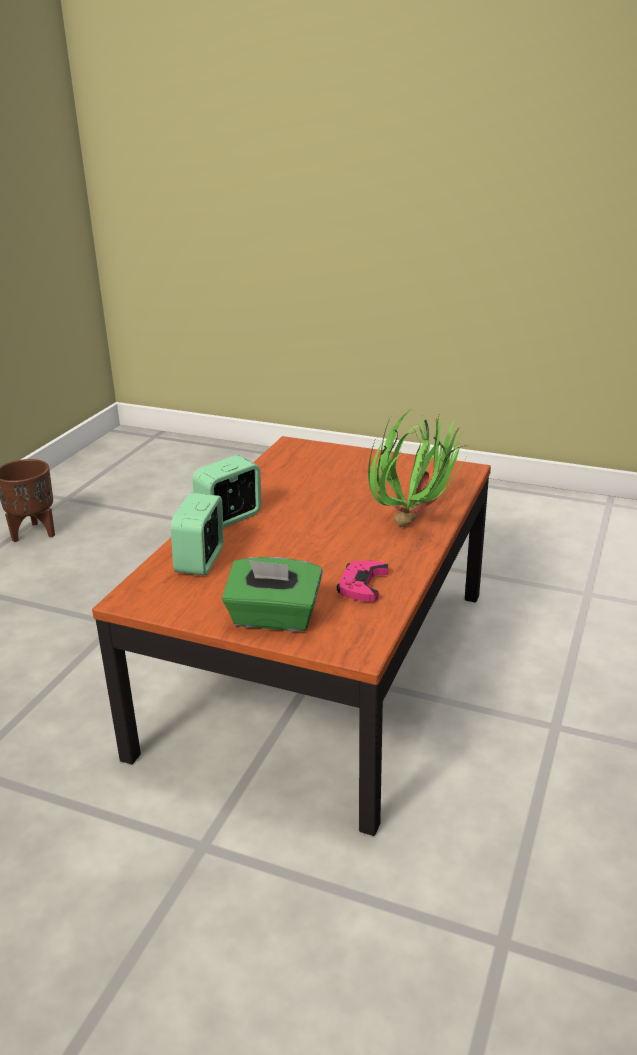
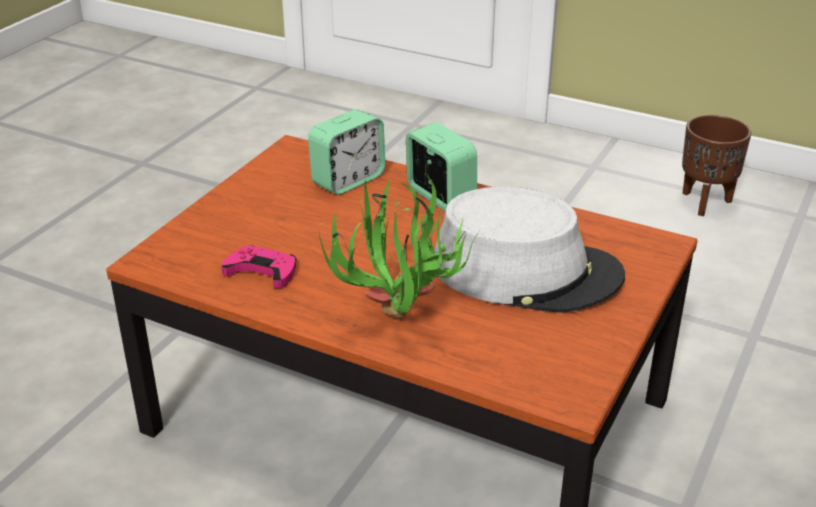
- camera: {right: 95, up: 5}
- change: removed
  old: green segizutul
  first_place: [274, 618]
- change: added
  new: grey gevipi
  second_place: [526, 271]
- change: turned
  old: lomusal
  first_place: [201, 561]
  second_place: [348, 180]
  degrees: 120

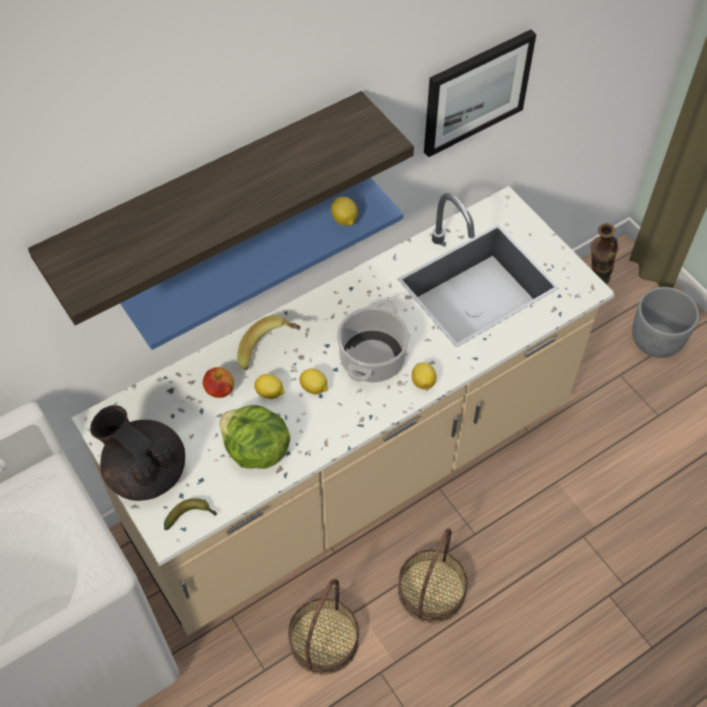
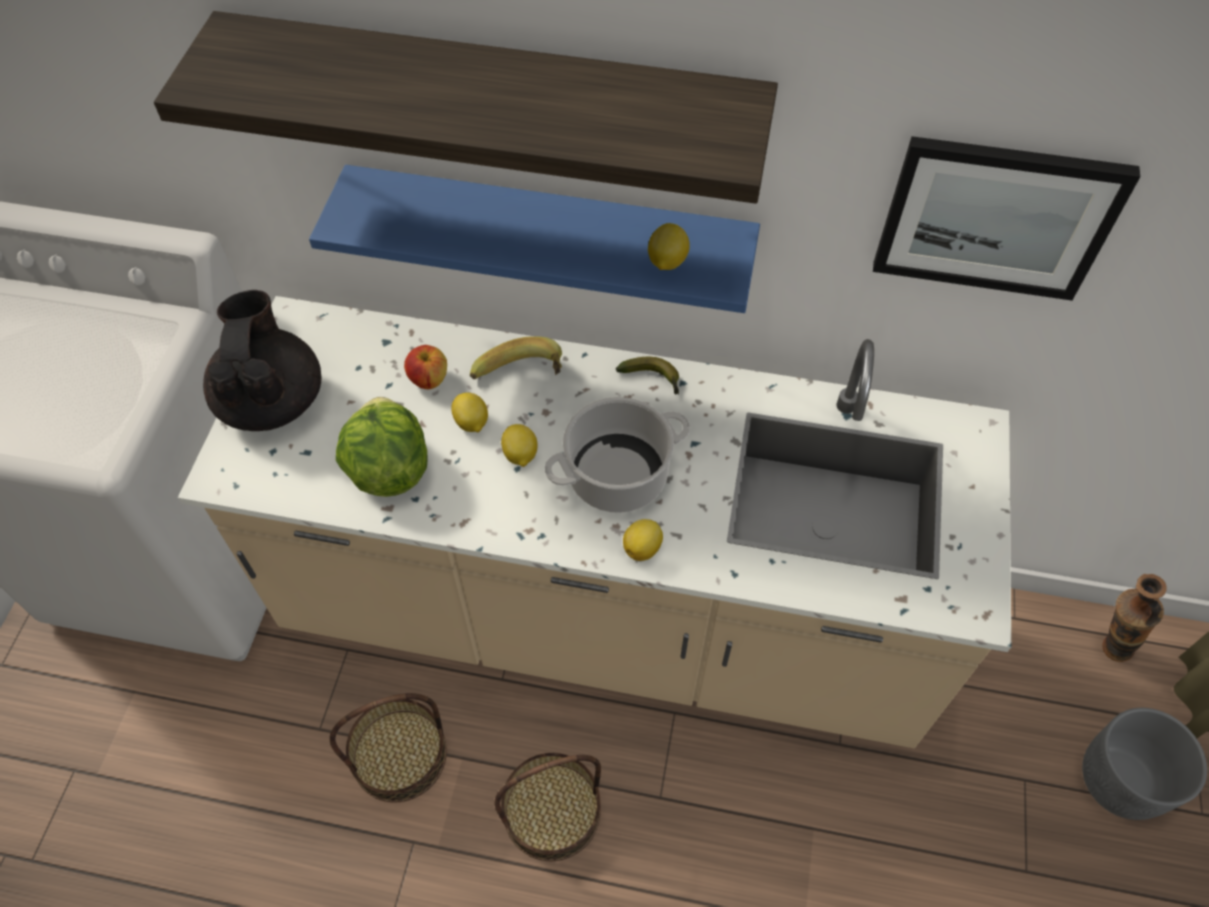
- camera: {right: 45, up: 0}
- change: moved
  old: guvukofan
  first_place: [191, 516]
  second_place: [653, 379]

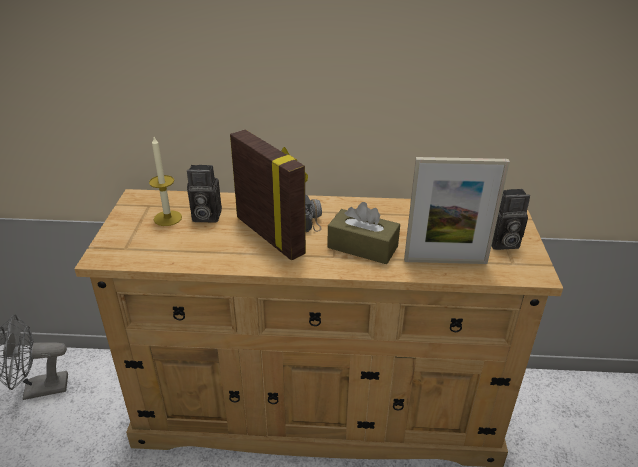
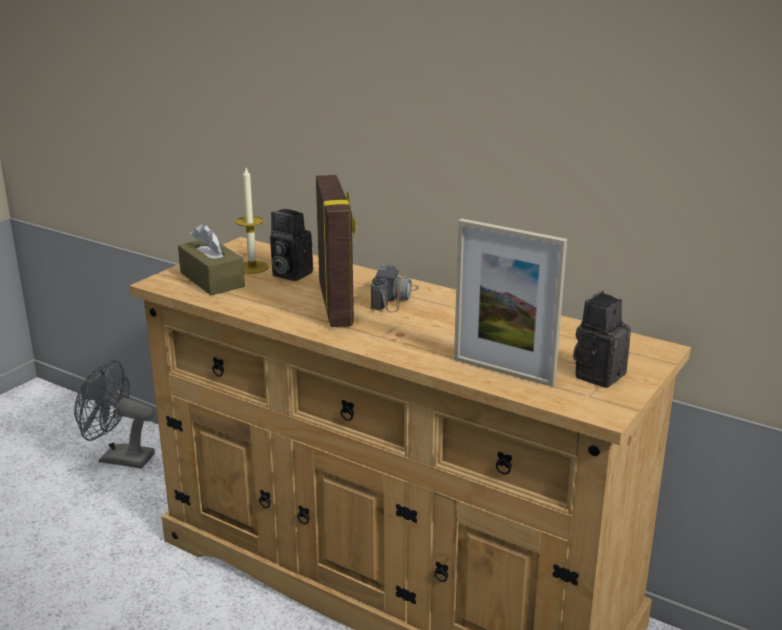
- camera: {right: 30, up: -10}
- change: moved
  old: brown segizutul
  first_place: [362, 247]
  second_place: [212, 280]
- change: turned
  old: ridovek
  first_place: [501, 243]
  second_place: [598, 374]
  degrees: 105

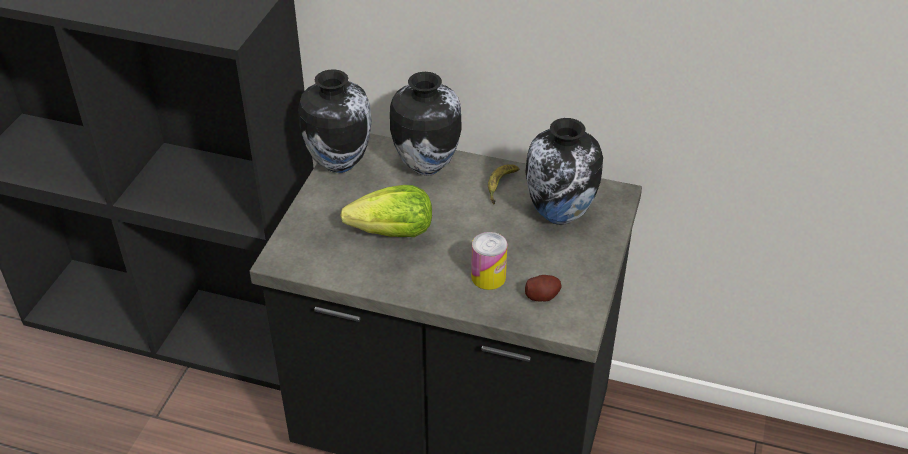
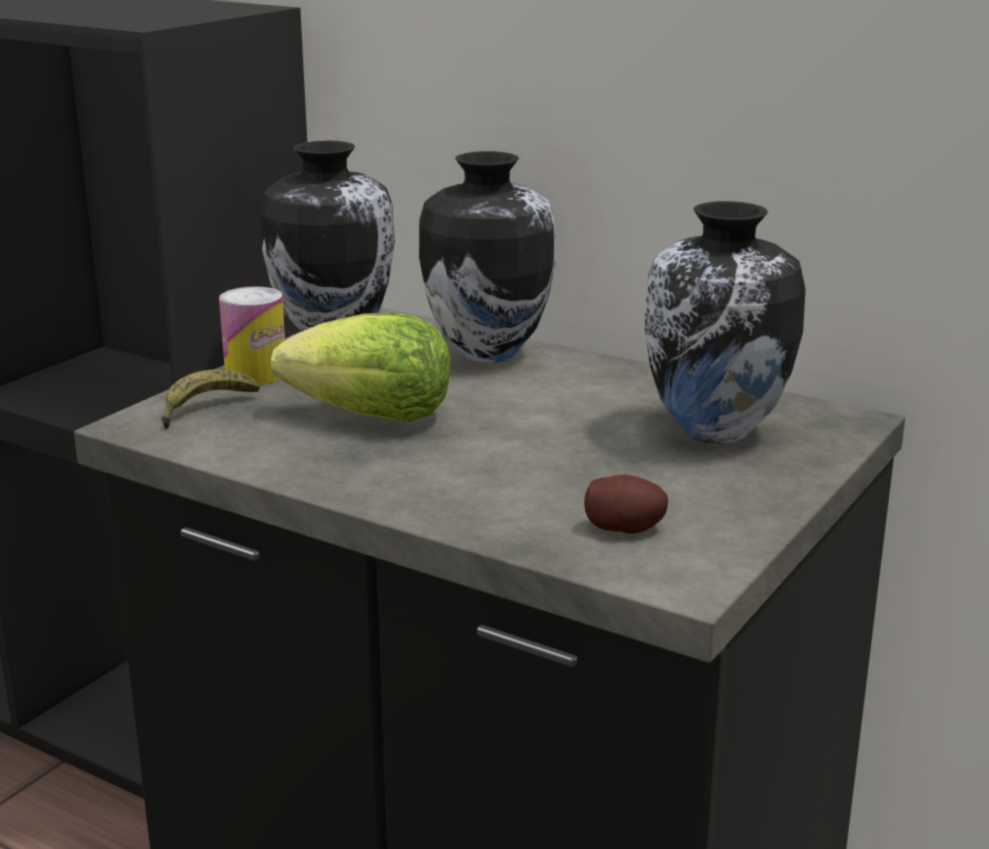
- camera: {right: 15, up: -20}
- change: moved
  old: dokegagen
  first_place: [488, 277]
  second_place: [256, 374]
- change: moved
  old: guvukofan
  first_place: [500, 186]
  second_place: [205, 409]

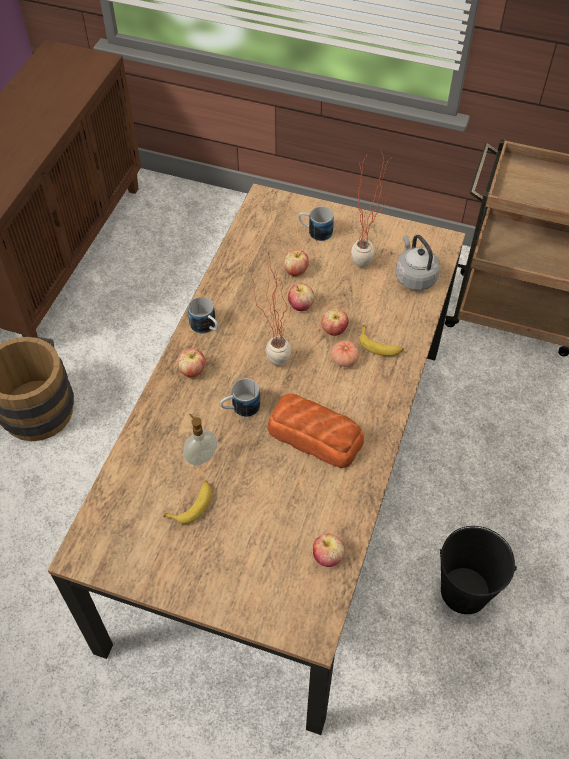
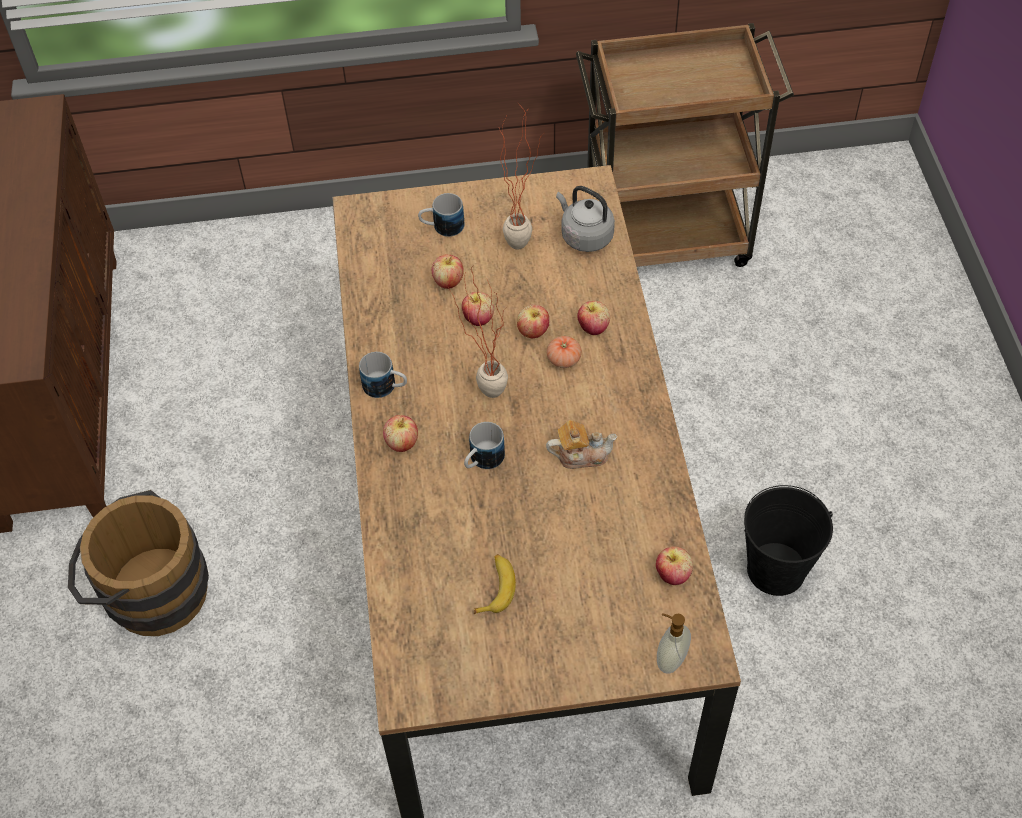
- camera: {right: -25, up: 0}
- change: moved
  old: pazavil
  first_place: [201, 457]
  second_place: [670, 659]
- change: replaced
  old: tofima
  new: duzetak
  first_place: [314, 435]
  second_place: [581, 455]
- change: replaced
  old: guvukofan
  new: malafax
  first_place: [380, 346]
  second_place: [593, 328]

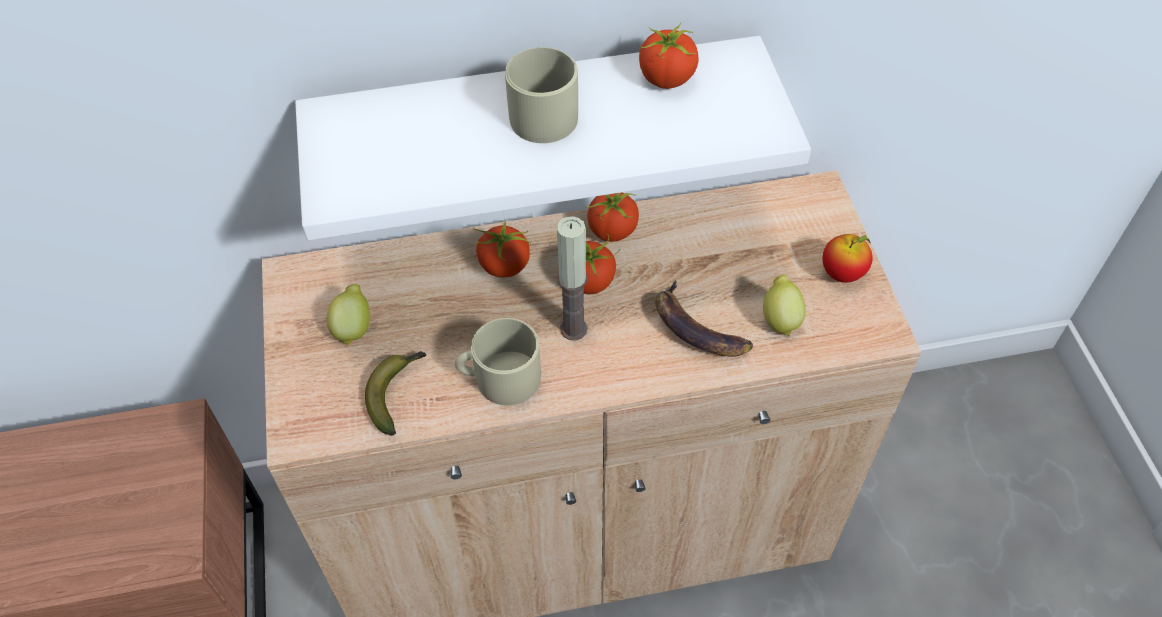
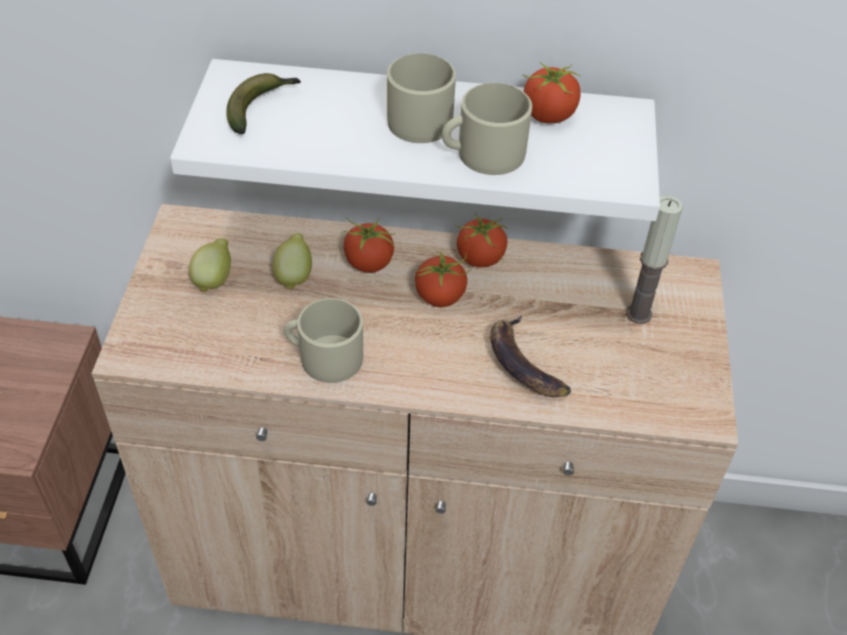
- camera: {right: 15, up: -5}
- change: removed
  old: malafax
  first_place: [842, 273]
- change: added
  new: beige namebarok
  second_place: [482, 154]
- change: moved
  old: guvukofan
  first_place: [397, 392]
  second_place: [261, 108]
- change: moved
  old: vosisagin
  first_place: [574, 329]
  second_place: [639, 314]
- change: moved
  old: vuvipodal
  first_place: [780, 319]
  second_place: [294, 276]

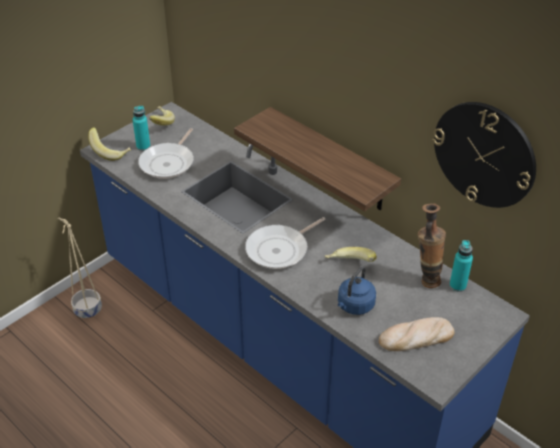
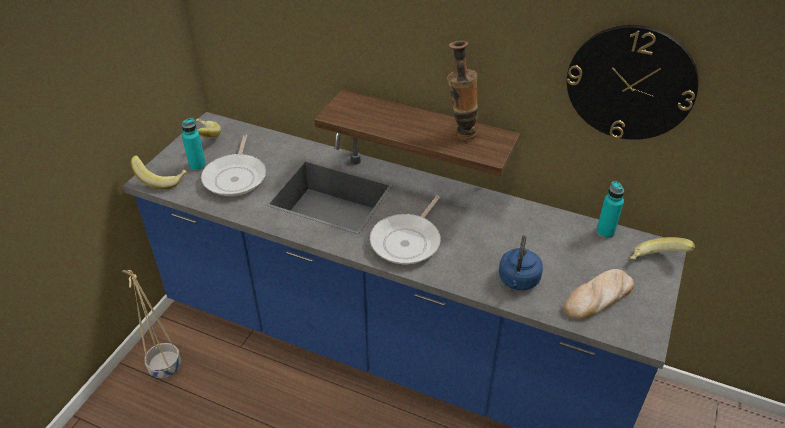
- camera: {right: -20, up: 0}
- change: moved
  old: guvukofan
  first_place: [349, 266]
  second_place: [656, 262]
- change: moved
  old: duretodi
  first_place: [426, 279]
  second_place: [460, 133]

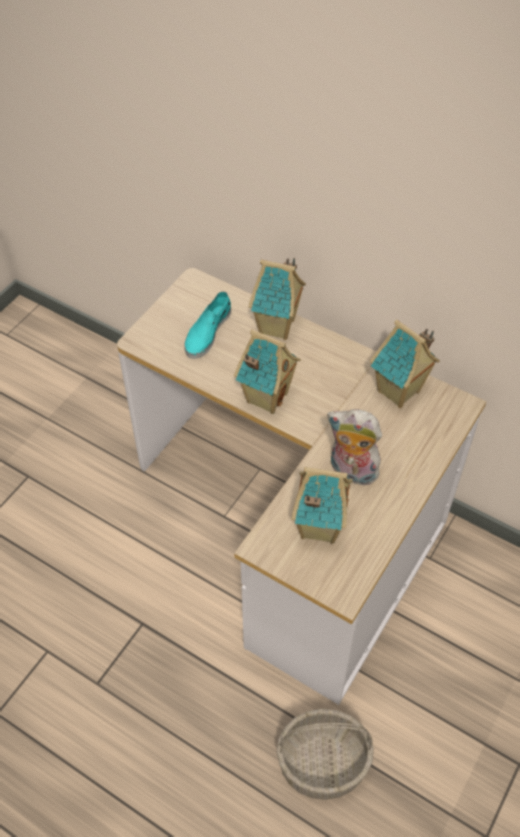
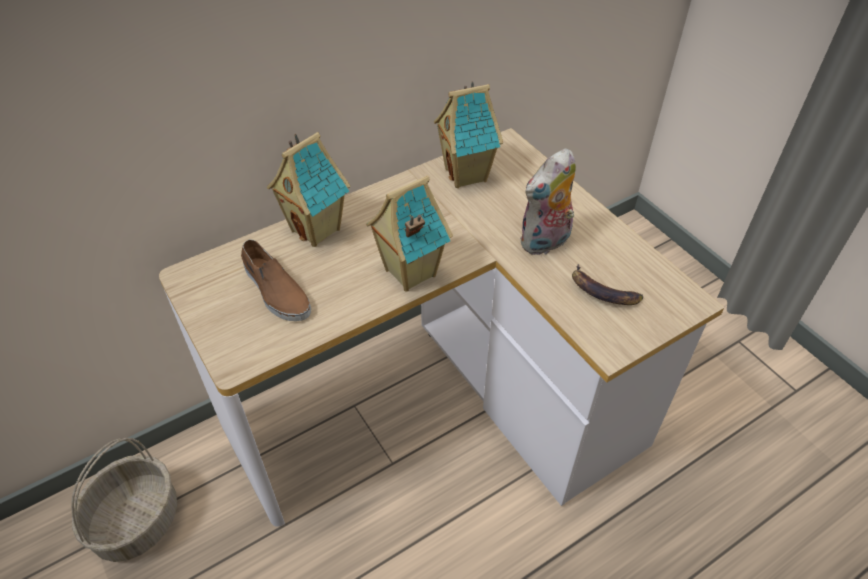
- camera: {right: -65, up: -5}
- change: moved
  old: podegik
  first_place: [323, 762]
  second_place: [137, 520]
- change: replaced
  old: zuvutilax
  new: guvukofan
  first_place: [318, 526]
  second_place: [602, 292]
- change: recoloured
  old: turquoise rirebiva
  new: brown rirebiva
  first_place: [207, 332]
  second_place: [276, 290]

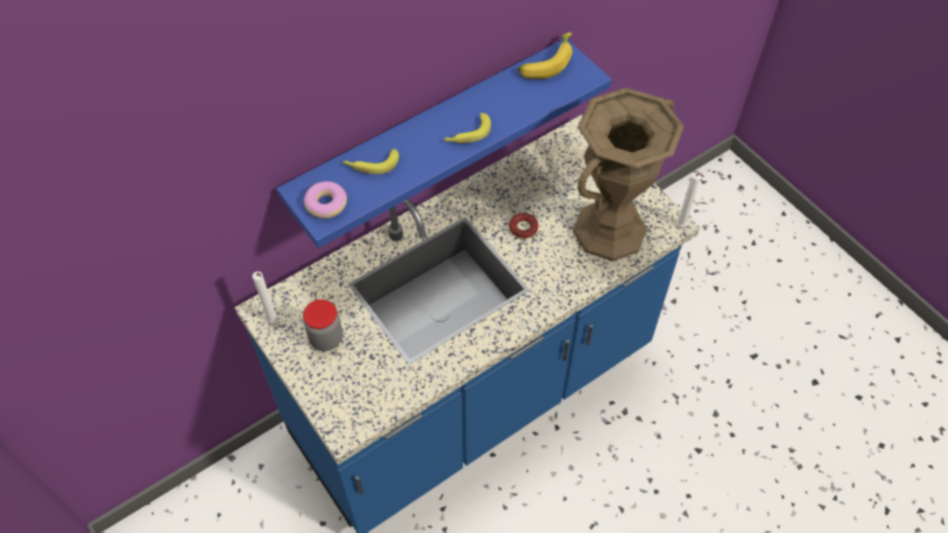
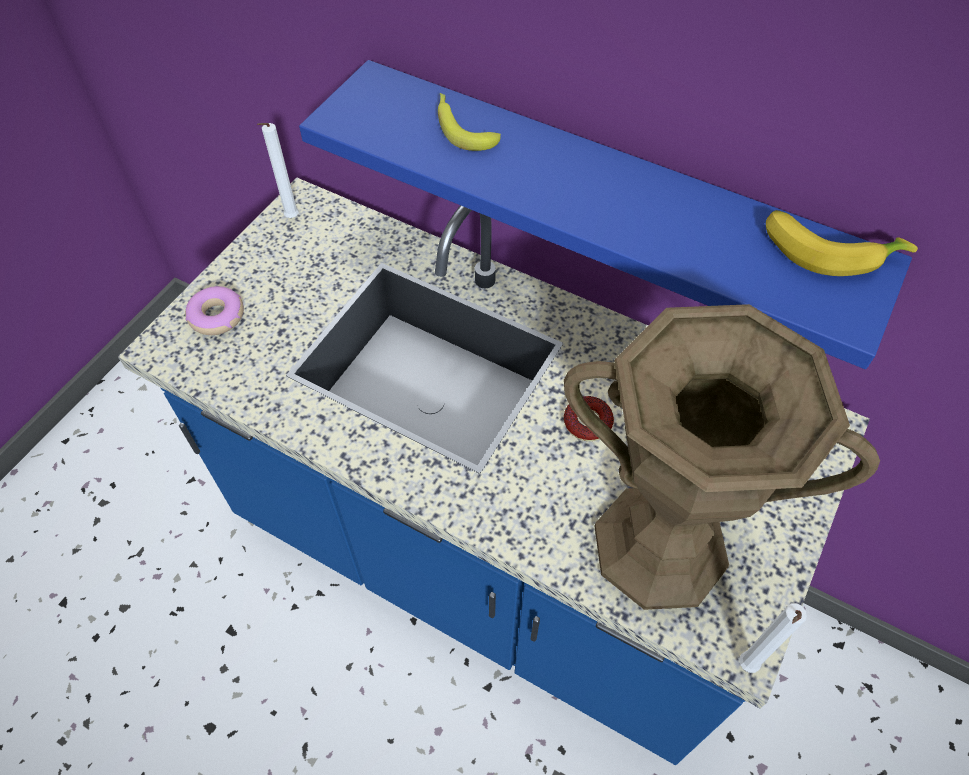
- camera: {right: 65, up: 0}
- change: removed
  old: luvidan
  first_place: [326, 338]
- change: removed
  old: guvukofan
  first_place: [467, 134]
- change: moved
  old: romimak
  first_place: [326, 204]
  second_place: [217, 316]

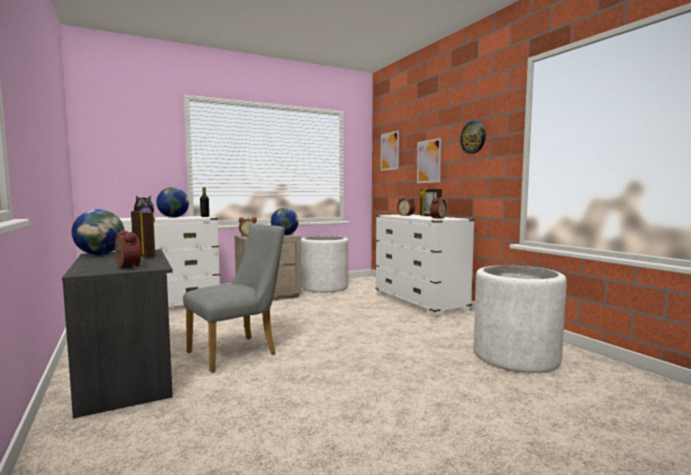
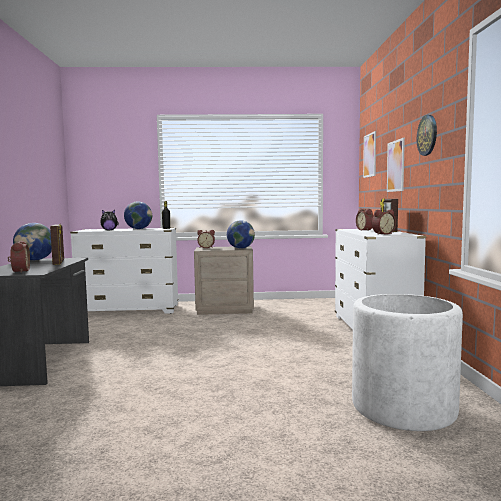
- camera: {right: 25, up: 0}
- change: removed
  old: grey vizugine
  first_place: [238, 352]
- change: removed
  old: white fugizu
  first_place: [324, 287]

